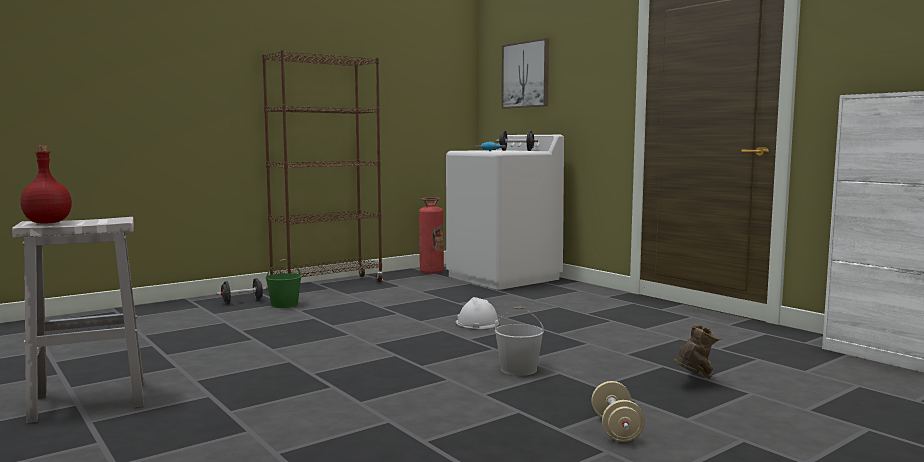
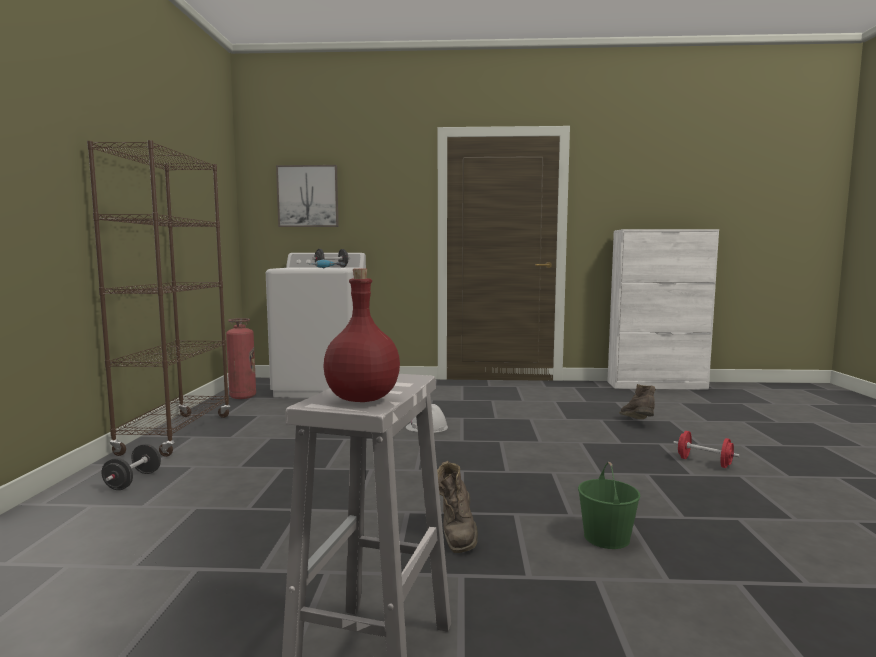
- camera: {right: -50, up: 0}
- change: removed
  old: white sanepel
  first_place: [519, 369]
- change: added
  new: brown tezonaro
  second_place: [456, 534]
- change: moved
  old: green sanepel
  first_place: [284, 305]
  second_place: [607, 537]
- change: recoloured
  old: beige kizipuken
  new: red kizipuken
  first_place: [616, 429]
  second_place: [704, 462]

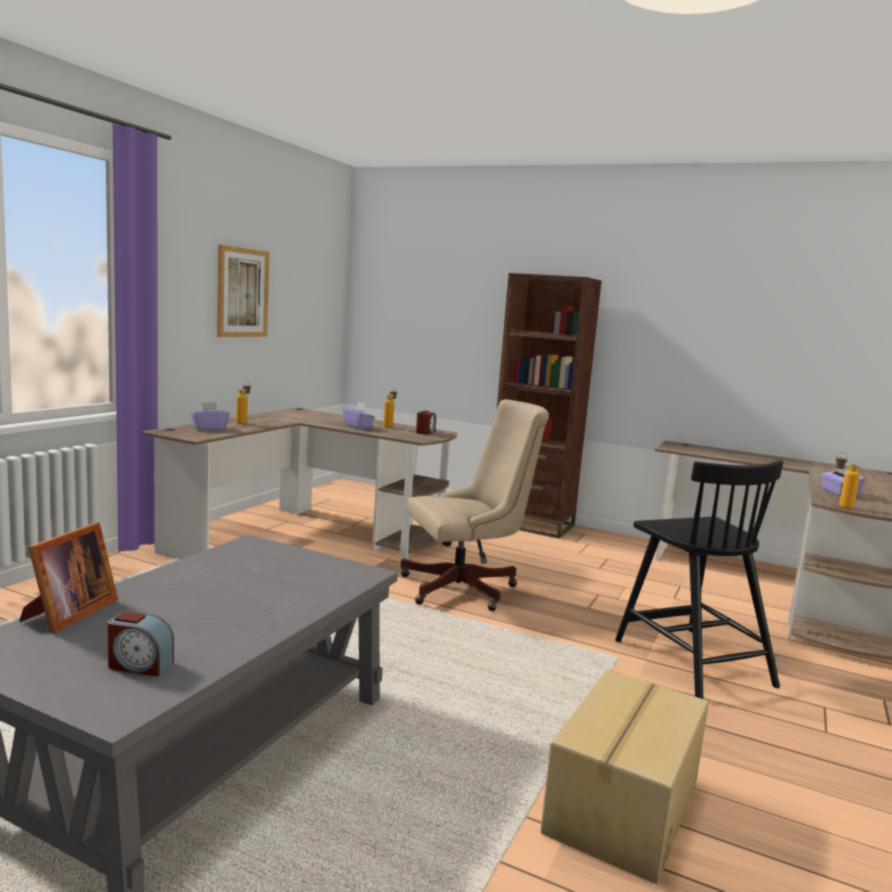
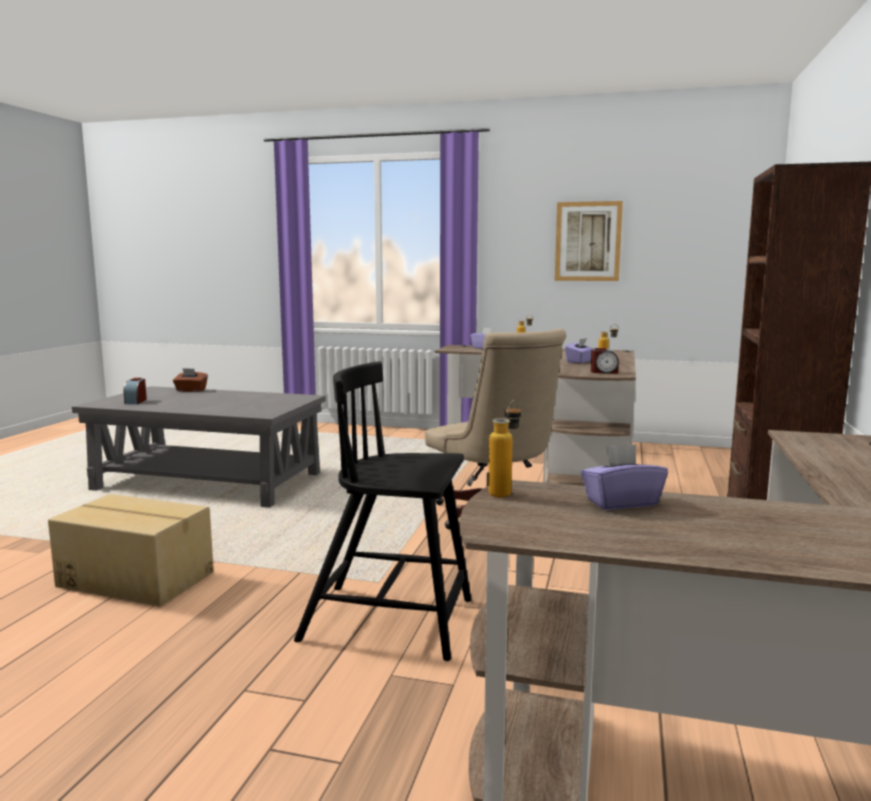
- camera: {right: 80, up: 0}
- change: replaced
  old: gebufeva
  new: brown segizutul
  first_place: [67, 614]
  second_place: [191, 390]
- change: turned
  old: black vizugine
  first_place: [691, 661]
  second_place: [391, 621]
  degrees: 45

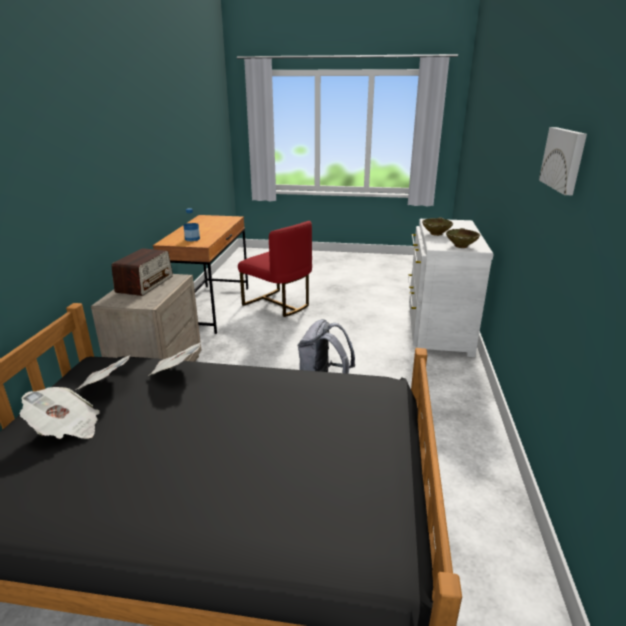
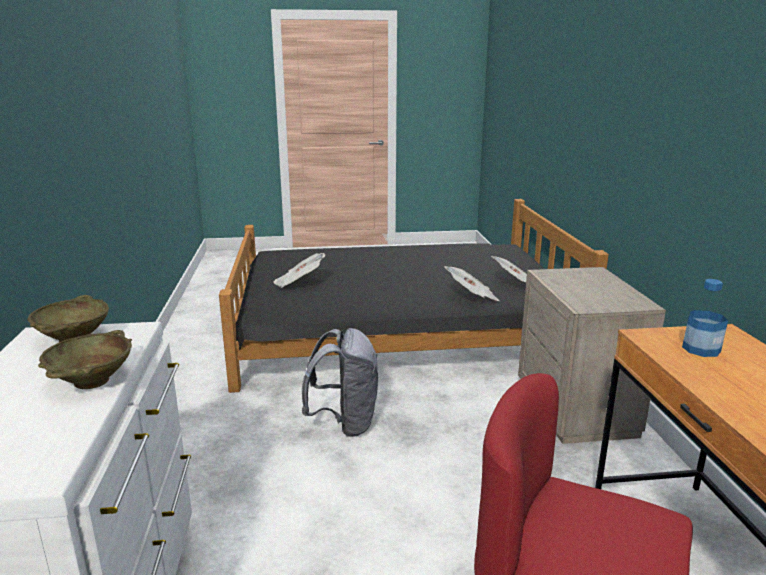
- camera: {right: 165, up: -5}
- change: removed
  old: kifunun
  first_place: [145, 284]
- change: removed
  old: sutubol
  first_place: [564, 159]
- change: moved
  old: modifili
  first_place: [66, 428]
  second_place: [299, 283]

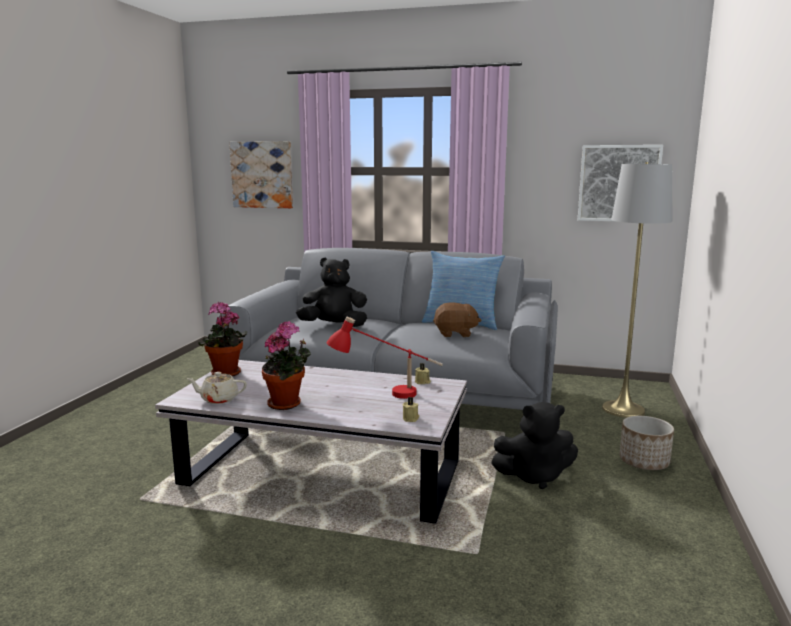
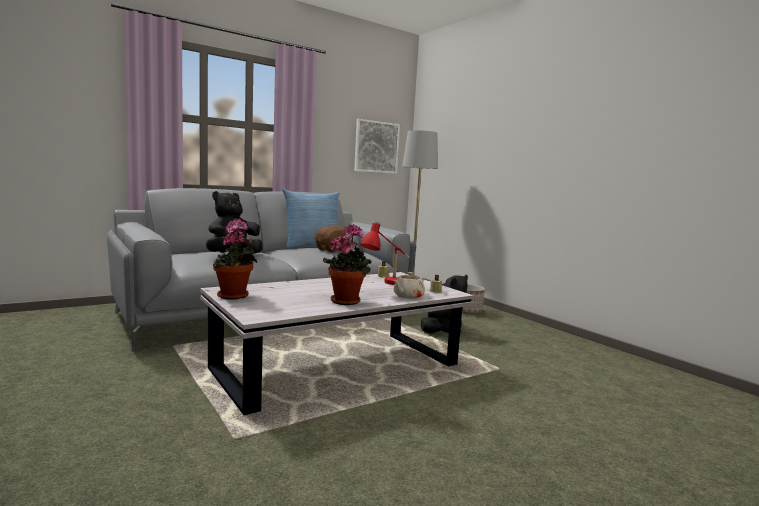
- camera: {right: -50, up: -5}
- change: removed
  old: sutubol
  first_place: [262, 175]
- change: moved
  old: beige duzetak
  first_place: [218, 399]
  second_place: [408, 296]

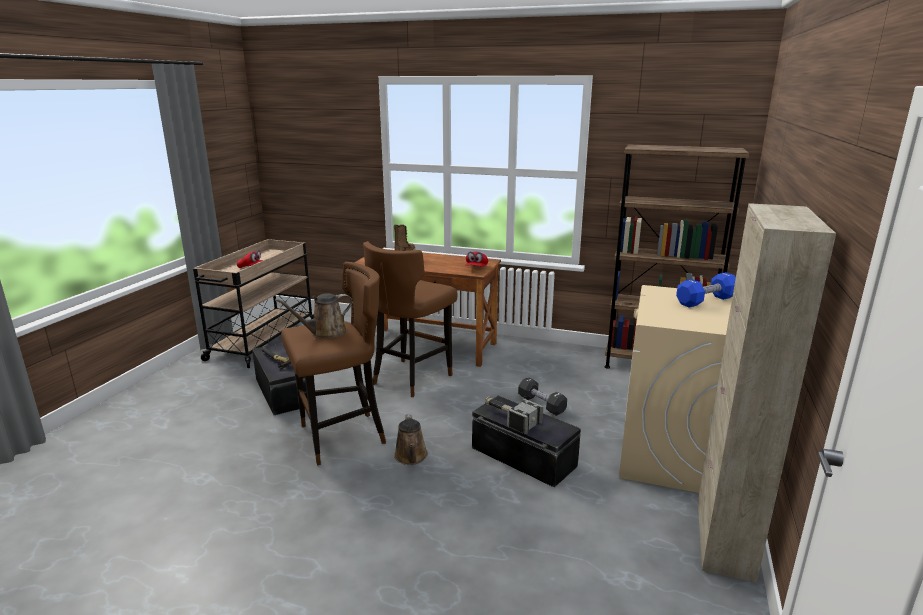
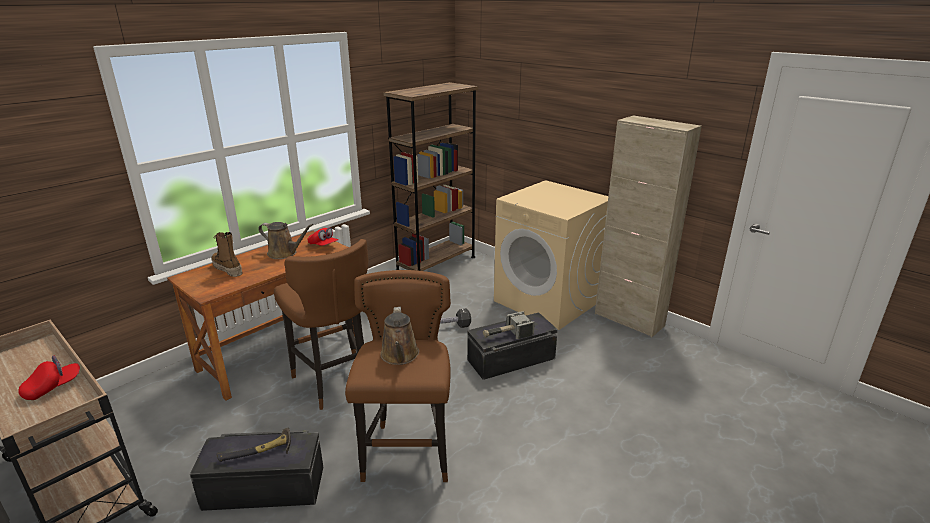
- camera: {right: -65, up: 5}
- change: removed
  old: blue kizipuken
  first_place: [705, 301]
- change: moved
  old: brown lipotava
  first_place: [411, 457]
  second_place: [284, 253]

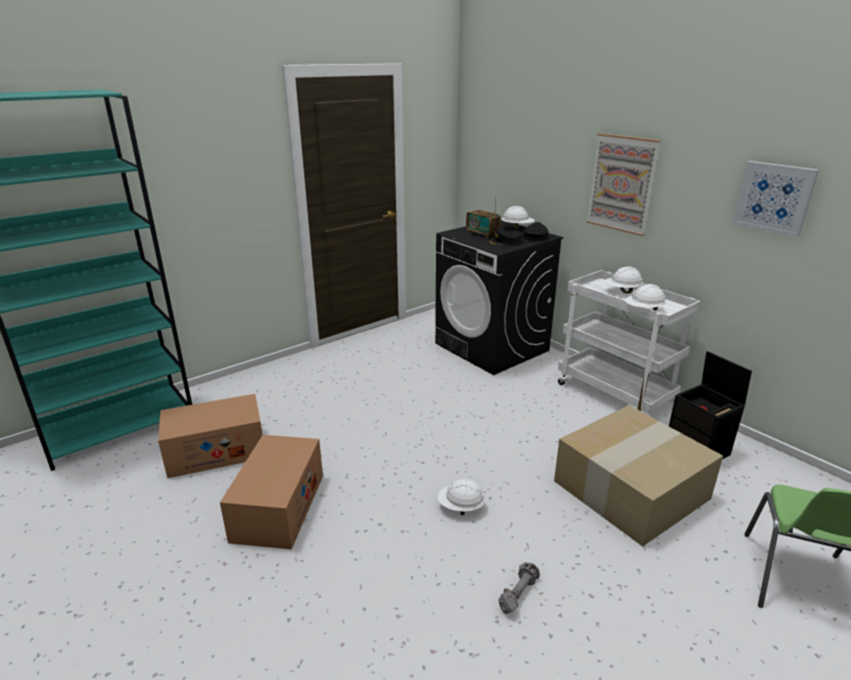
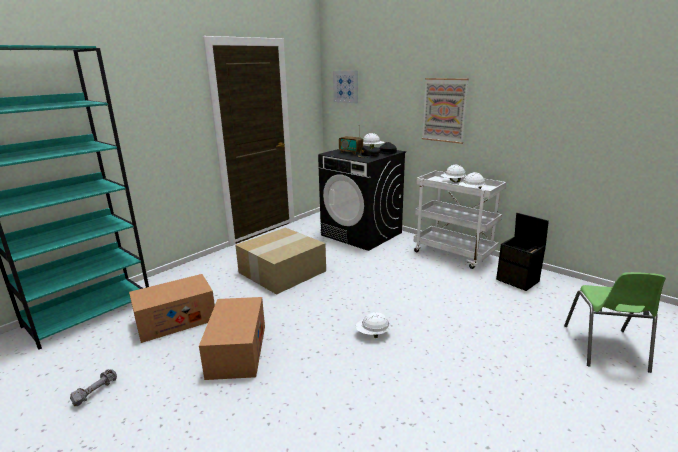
- camera: {right: -10, up: -5}
- change: moved
  old: grey kizipuken
  first_place: [518, 593]
  second_place: [95, 392]
- change: moved
  old: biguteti
  first_place: [630, 488]
  second_place: [282, 271]
- change: moved
  old: sutubol
  first_place: [774, 198]
  second_place: [346, 86]

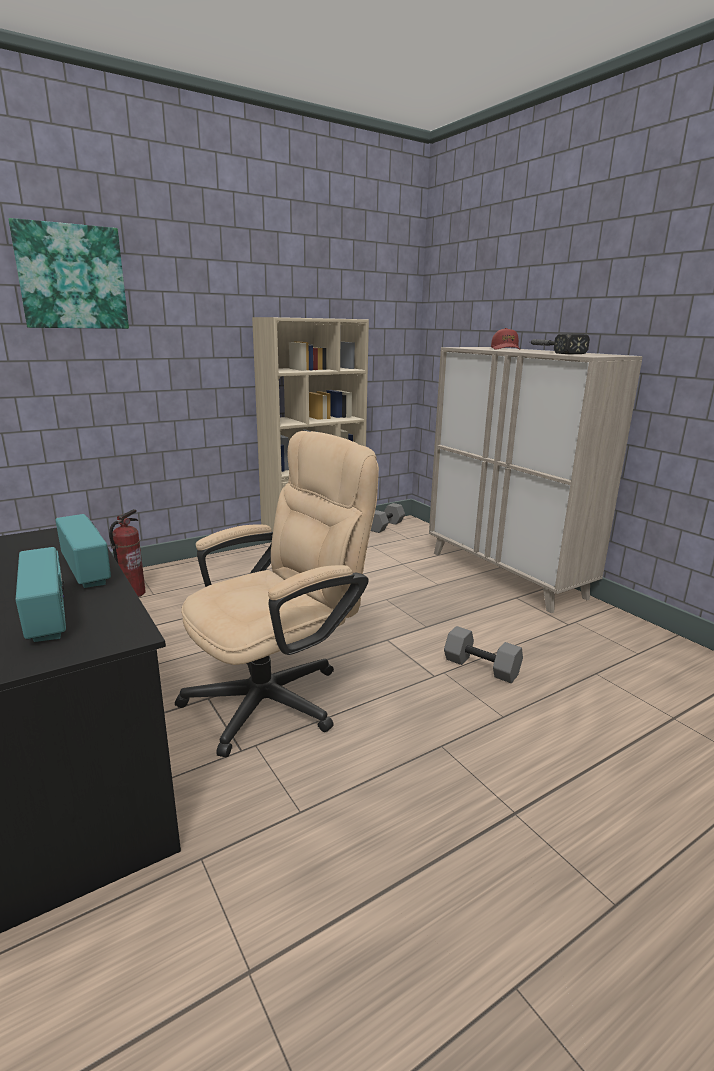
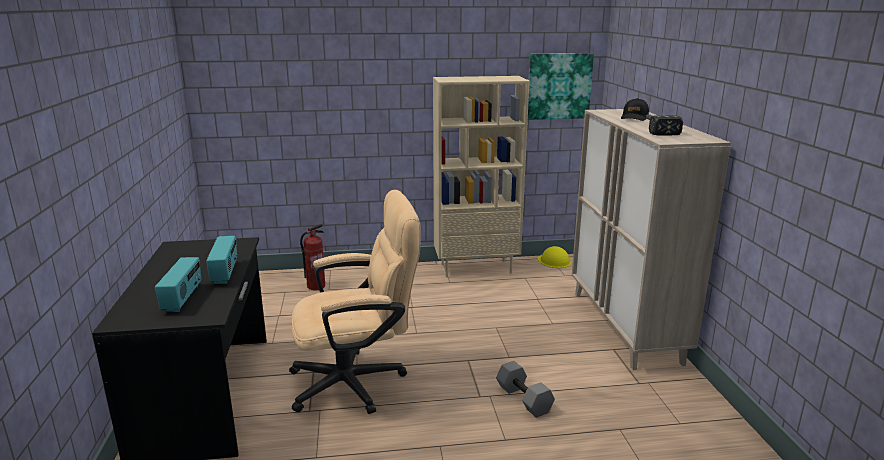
- camera: {right: 25, up: 0}
- change: moved
  old: sutubol
  first_place: [72, 277]
  second_place: [559, 86]
- change: replaced
  old: grey kizipuken
  new: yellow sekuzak
  first_place: [386, 526]
  second_place: [554, 261]
- change: recoloured
  old: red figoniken
  new: black figoniken
  first_place: [505, 349]
  second_place: [634, 117]

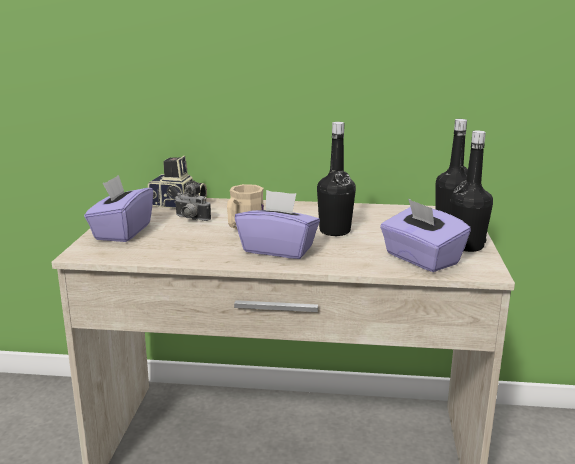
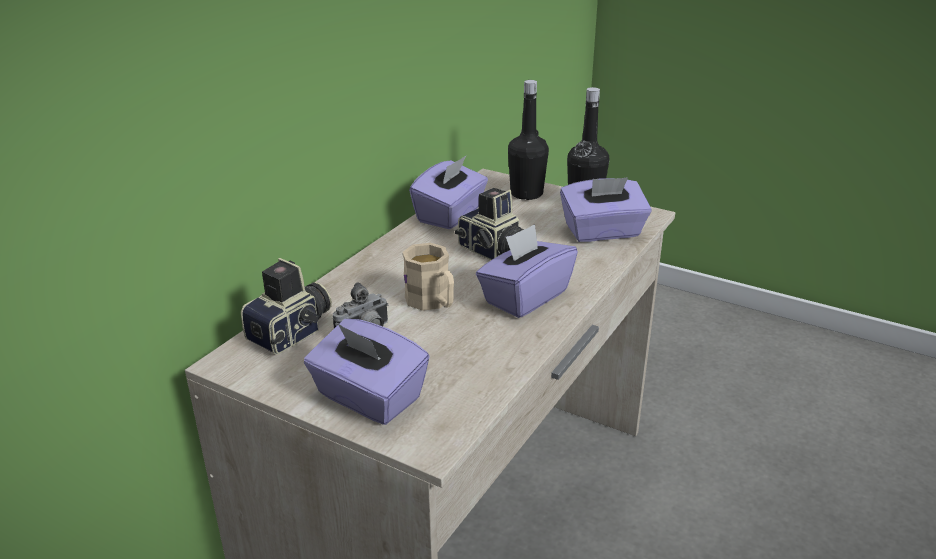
- camera: {right: -65, up: 10}
- change: added
  new: purple segizutul
  second_place: [450, 215]
- change: replaced
  old: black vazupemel
  new: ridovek
  first_place: [334, 231]
  second_place: [494, 252]

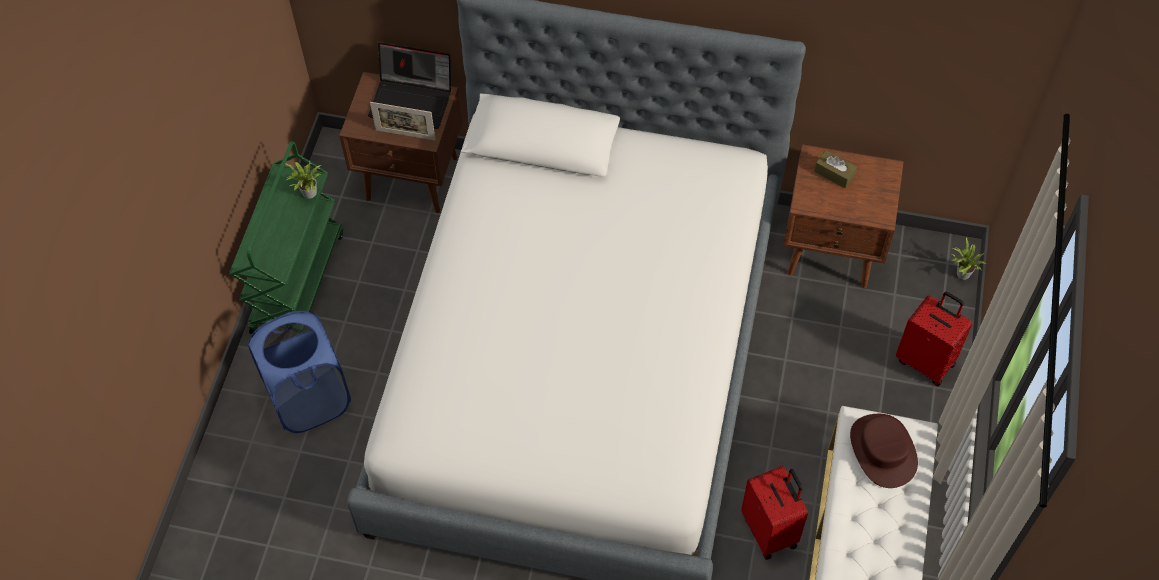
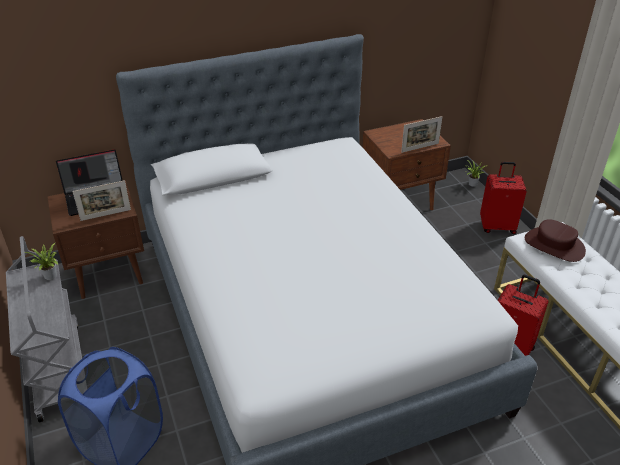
- camera: {right: -35, up: -20}
- change: removed
  old: brown segizutul
  first_place: [834, 173]
- change: added
  new: gebufeva
  second_place: [420, 148]
- change: recoloured
  old: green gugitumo
  new: grey gugitumo
  first_place: [297, 281]
  second_place: [58, 369]

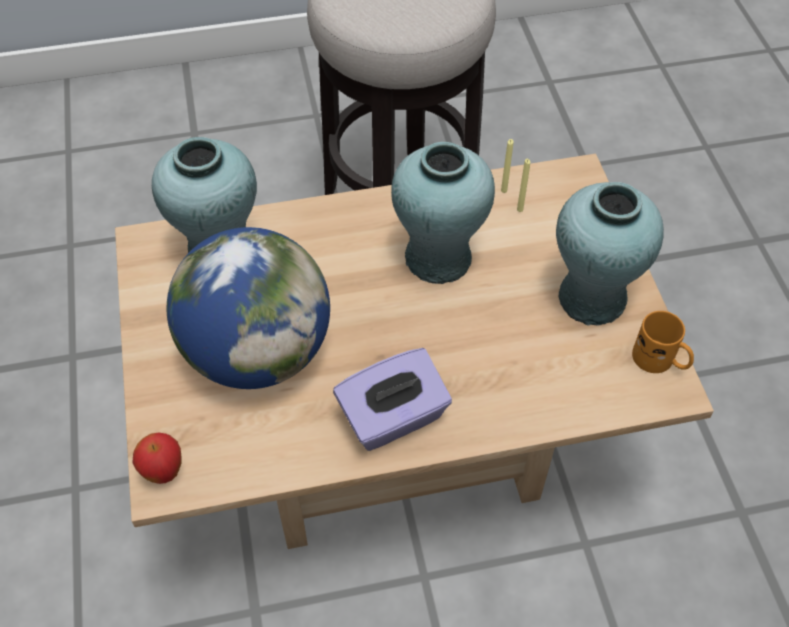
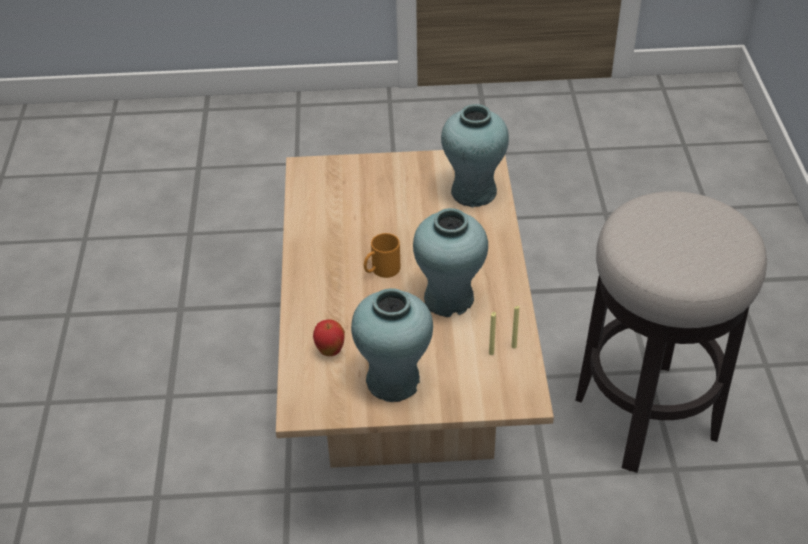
- camera: {right: 100, up: -10}
- change: removed
  old: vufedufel
  first_place: [258, 352]
- change: removed
  old: purple segizutul
  first_place: [393, 418]
- change: moved
  old: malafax
  first_place: [164, 472]
  second_place: [330, 351]
- change: moved
  old: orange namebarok
  first_place: [660, 361]
  second_place: [381, 271]

